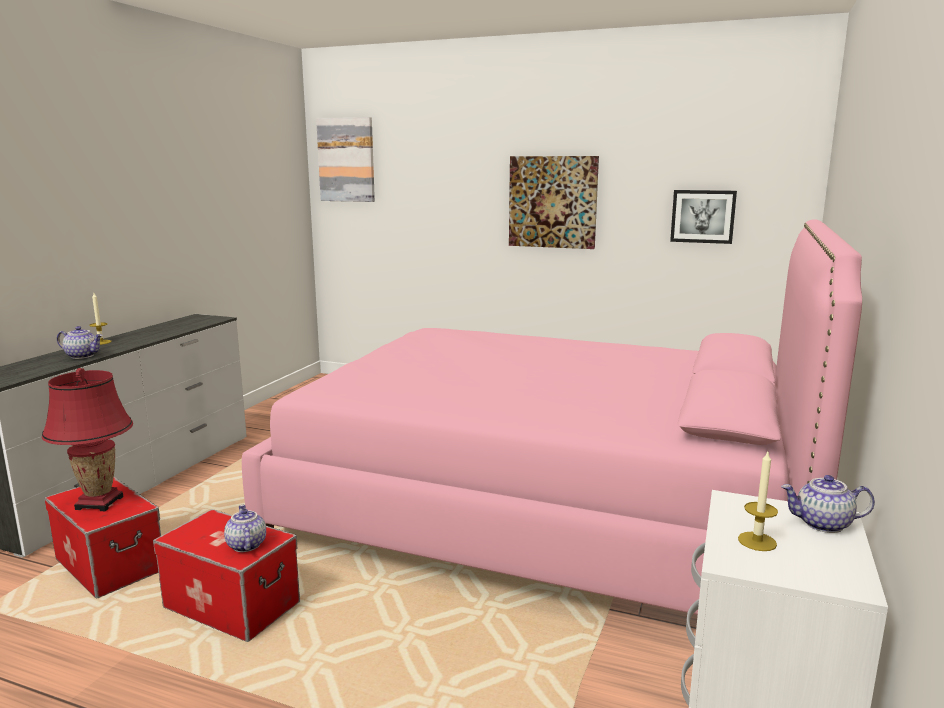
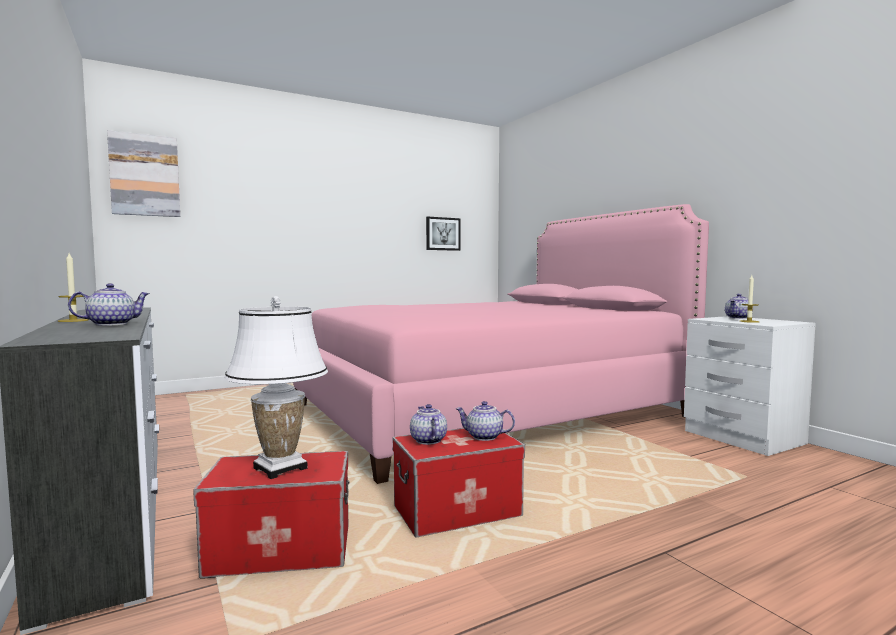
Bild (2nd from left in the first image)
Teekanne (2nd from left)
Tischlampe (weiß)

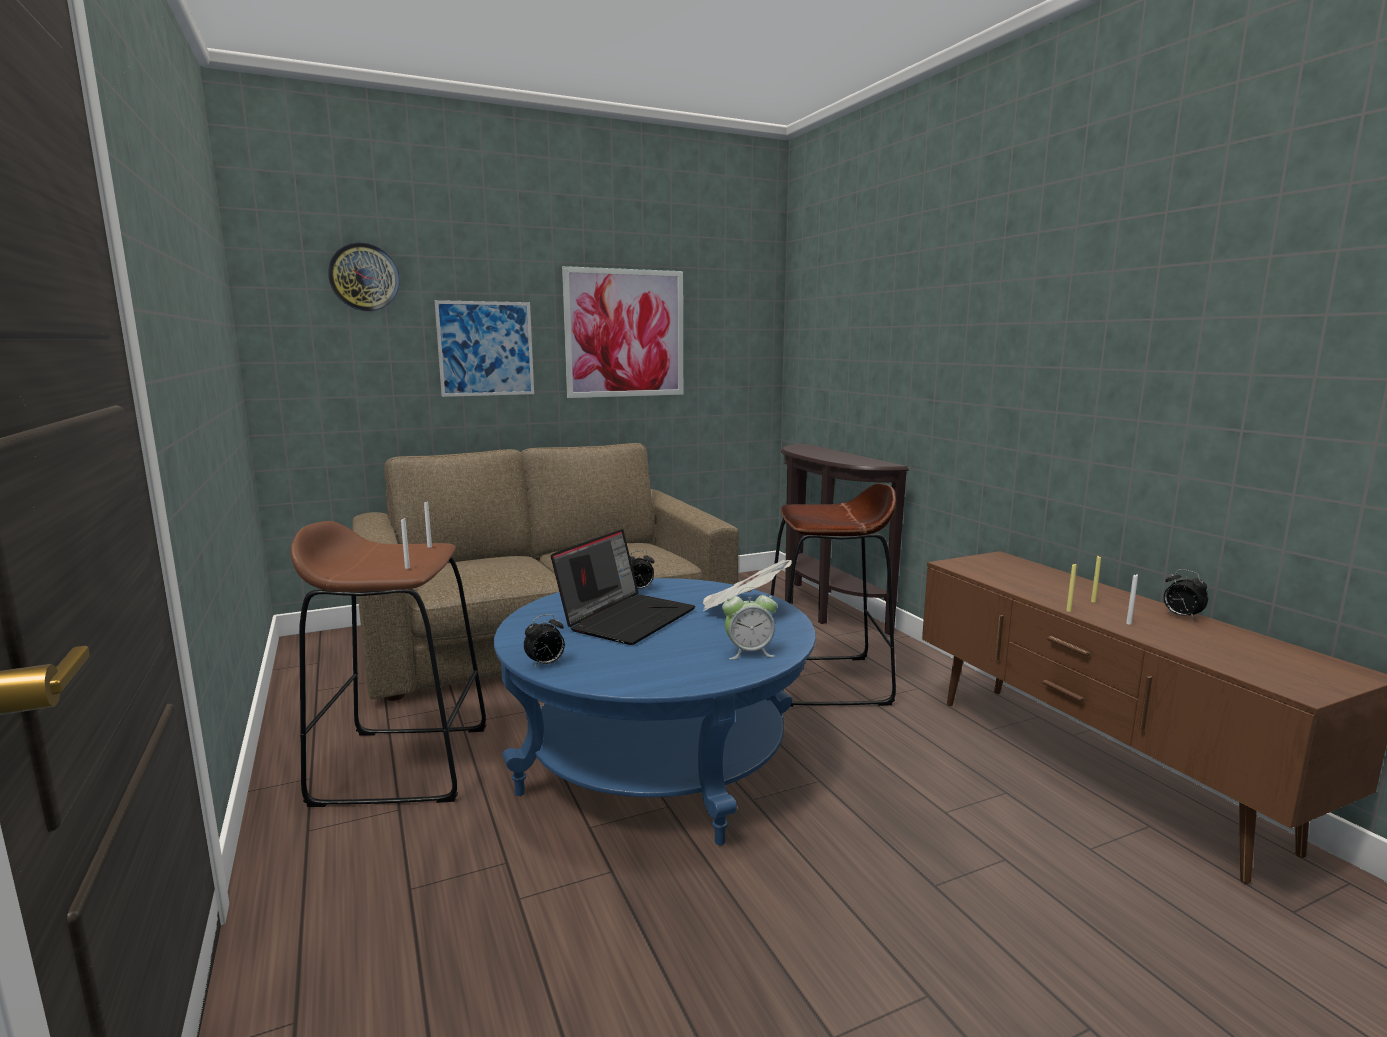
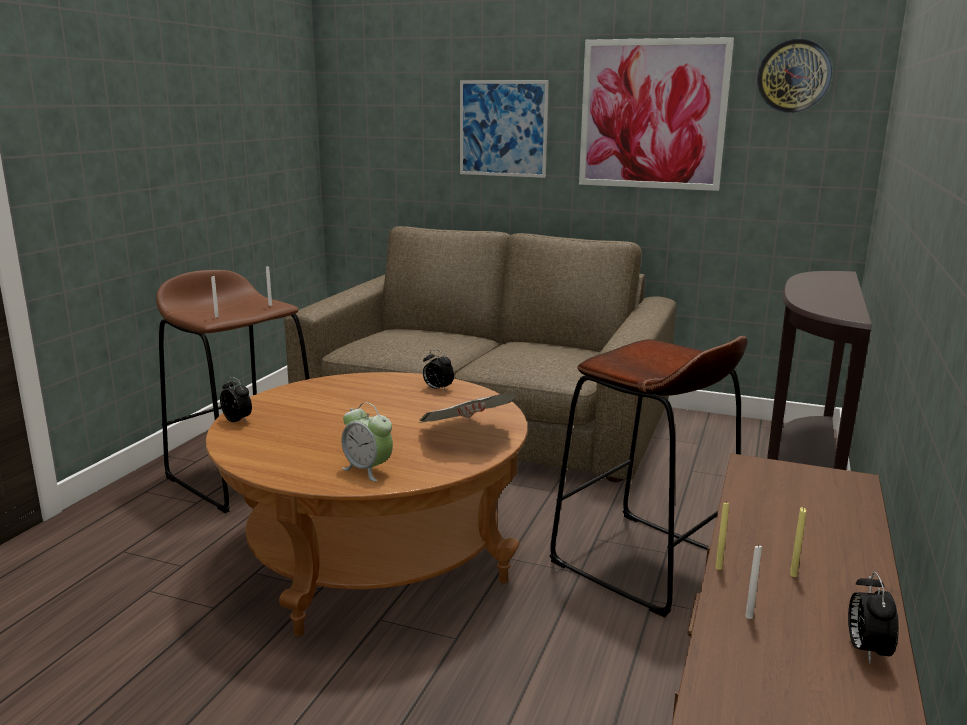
Laptop
Wanduhr
Couchtisch (braun)
Wecker (1st from left)

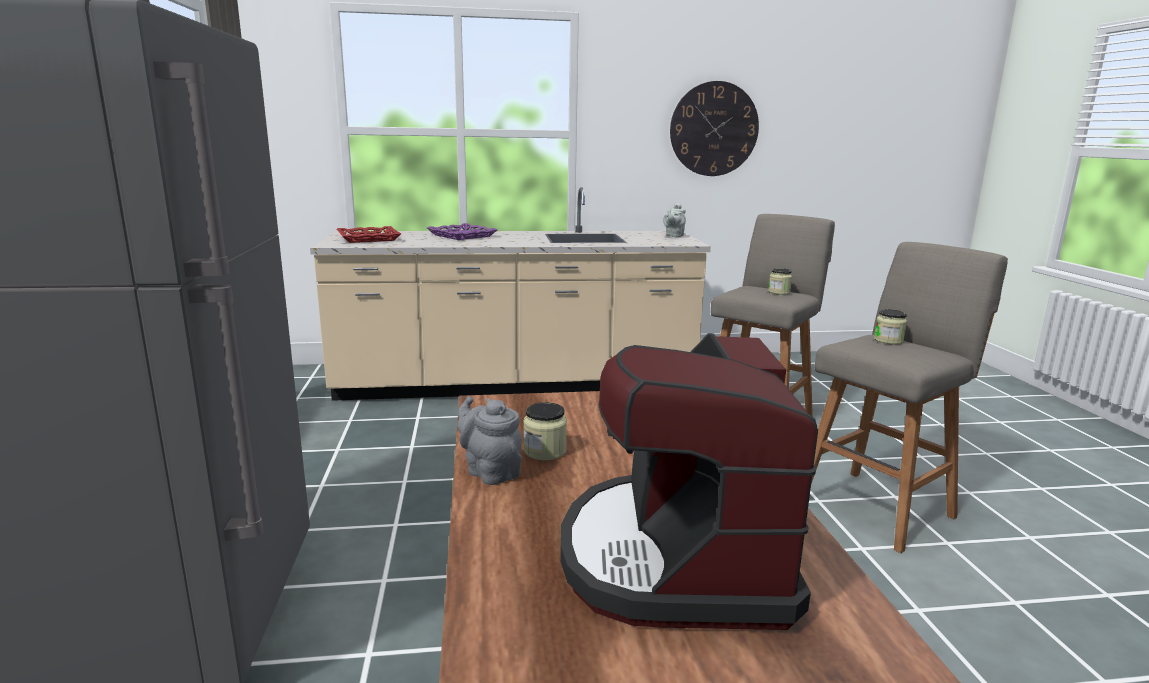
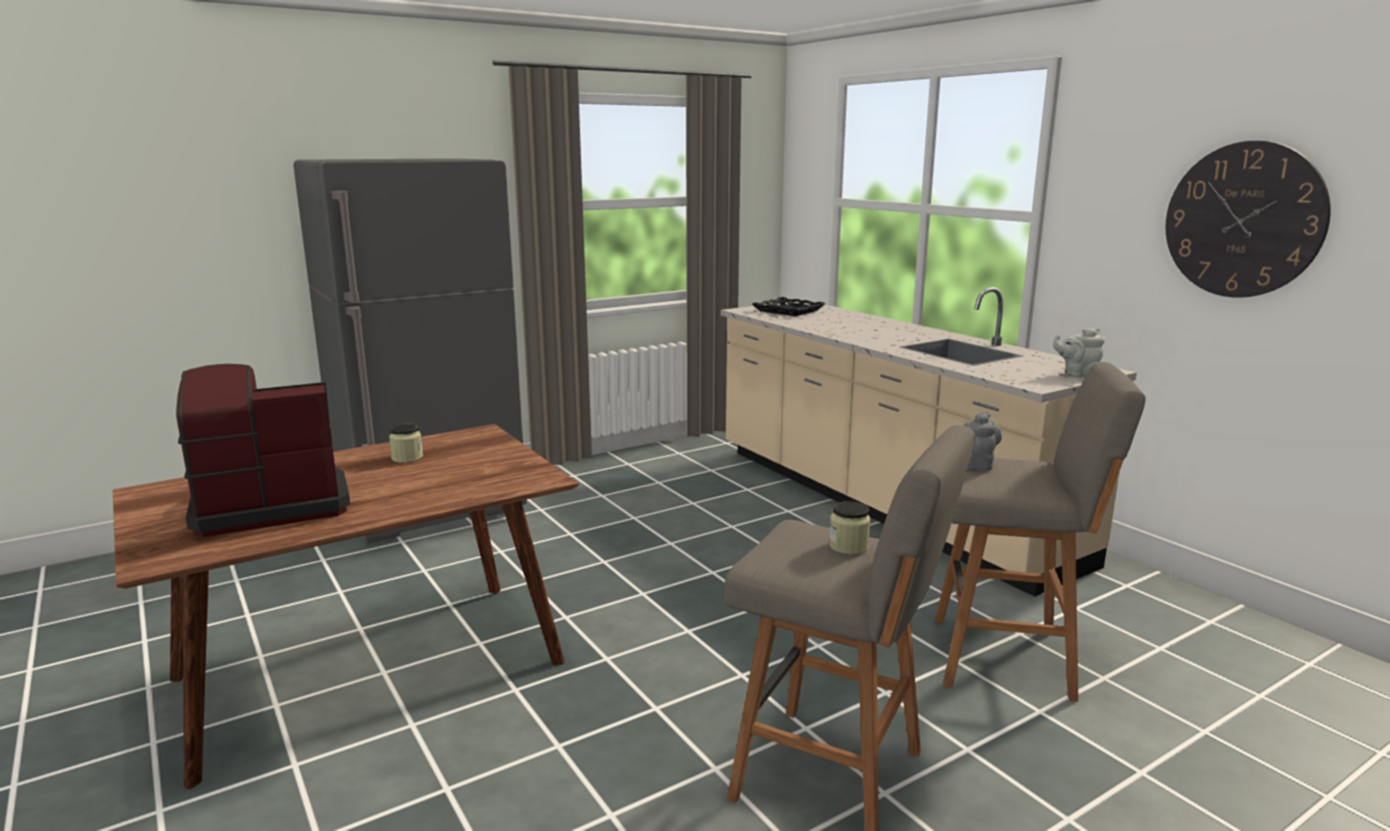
Tablett (lila)
Vorratsglas (2nd from left in the first image)
Teekanne (grau) (1st from left)
Tablett (schwarz)

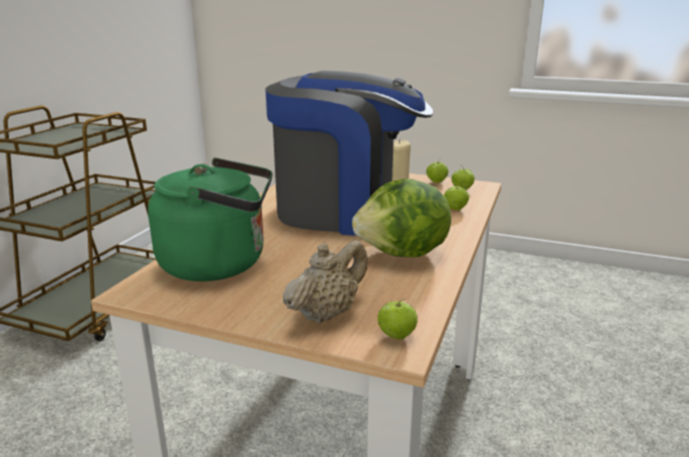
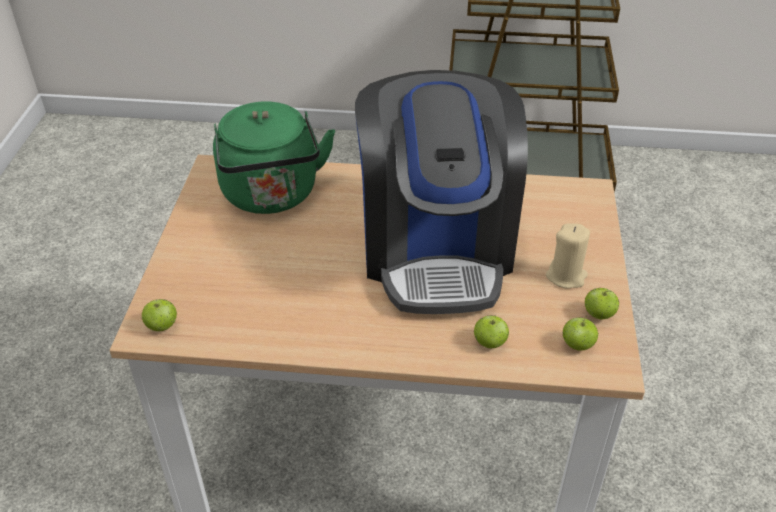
Teekanne (beige)
Salatkopf

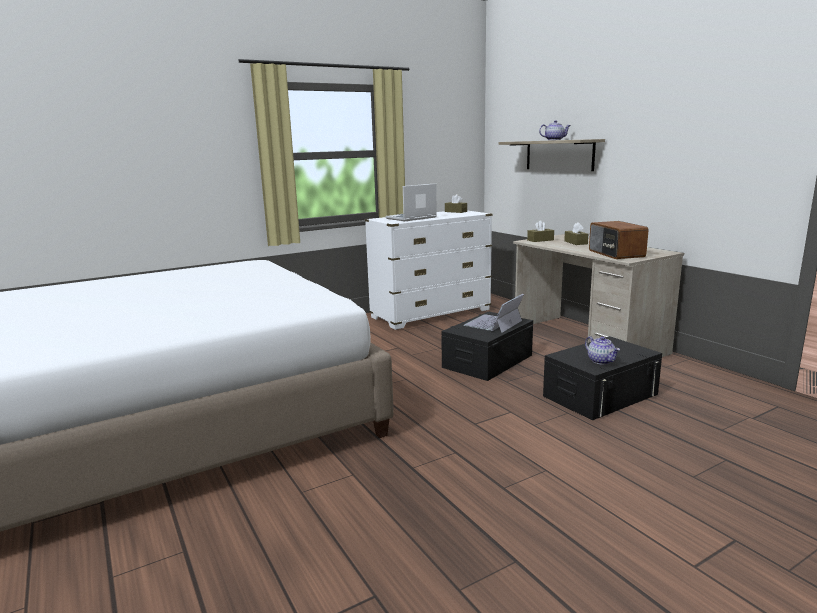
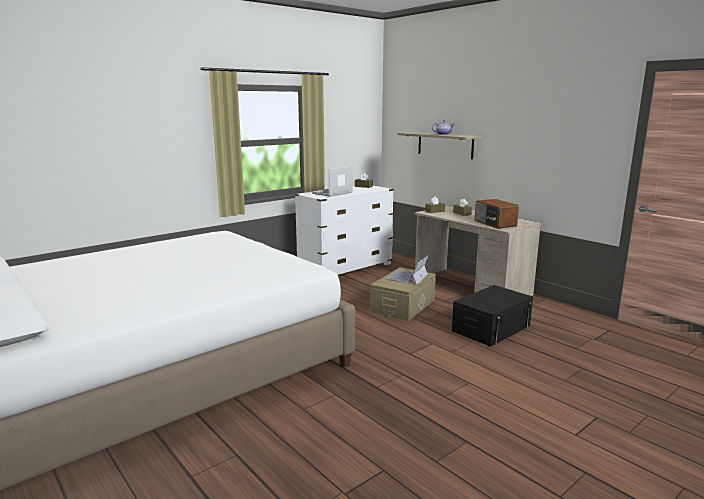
Teekanne (2nd from left in the first image)
Aufbewahrungsbox (beige)

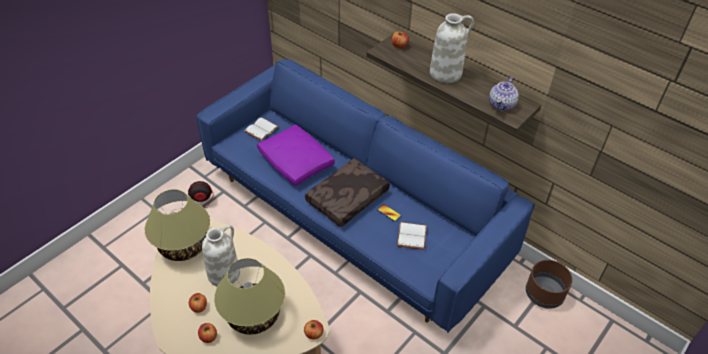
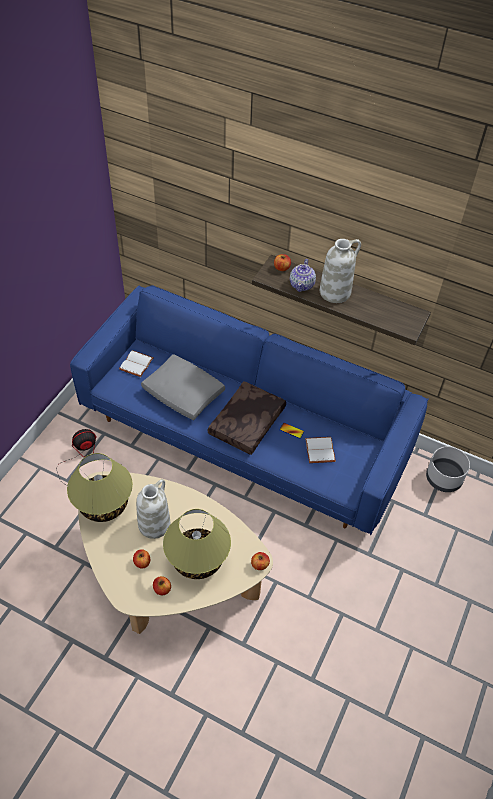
Teekanne
Kissen (grau)
Pflanzkübel (grau)

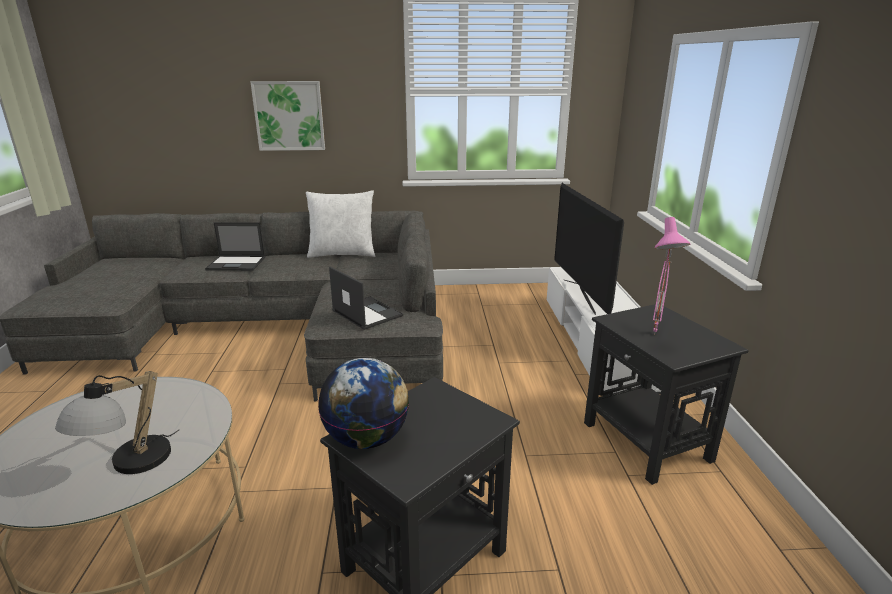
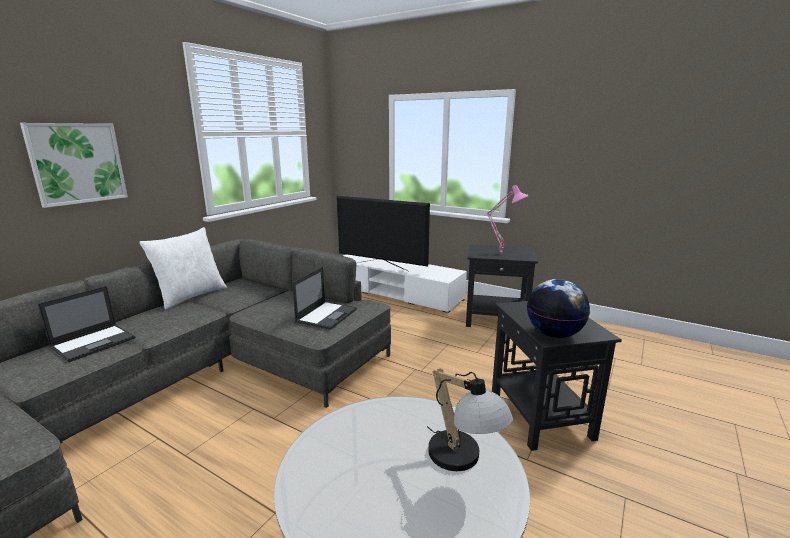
Laptop (2nd from left)

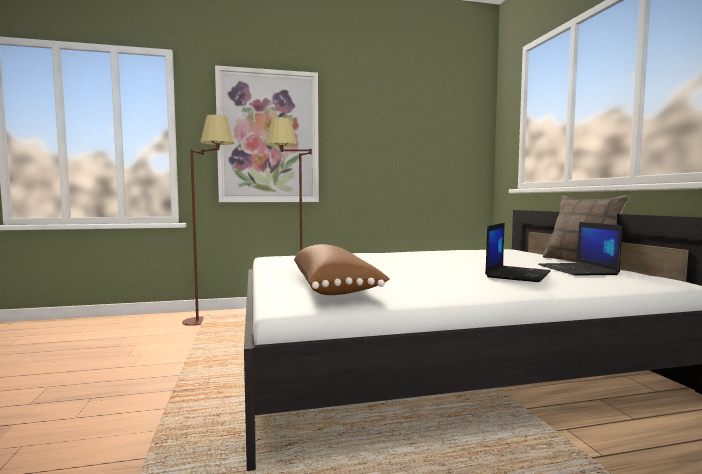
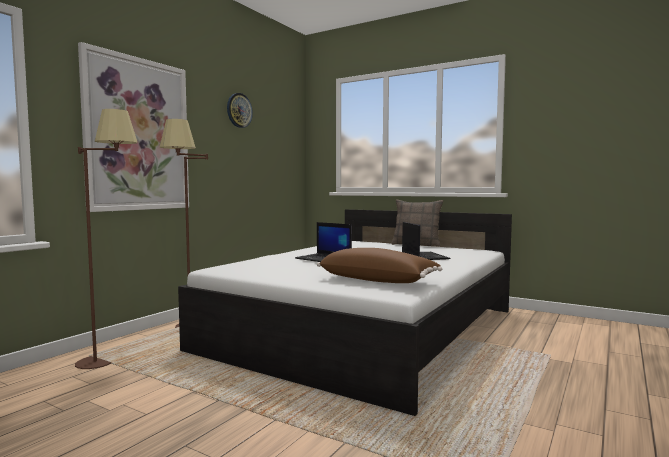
Wanduhr
Laptop (1st from left)

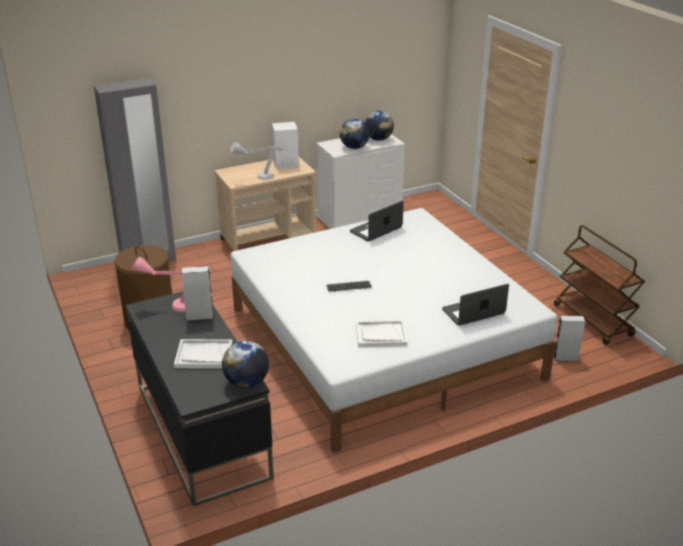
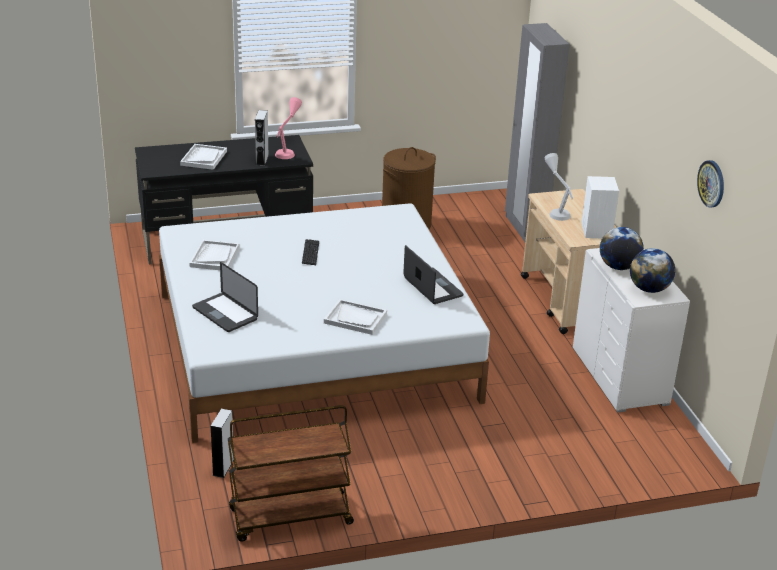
Globus (1st from left in the first image)
Tablett (weiß) (3rd from left)
Wanduhr
Laptop (1st from left)

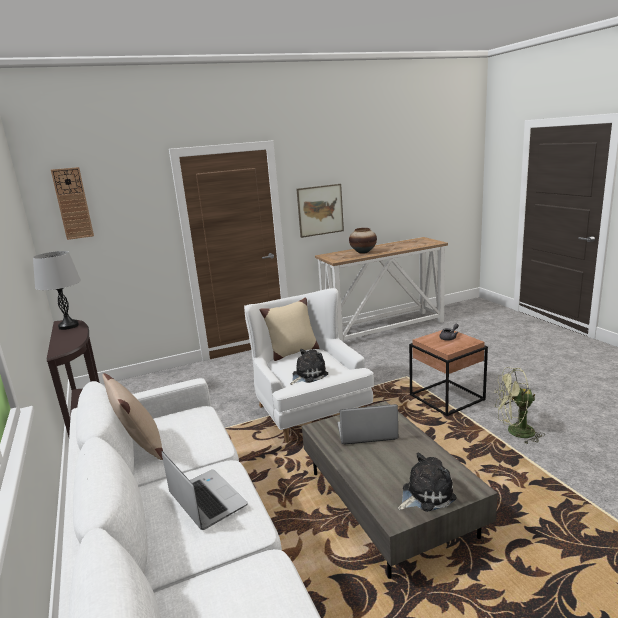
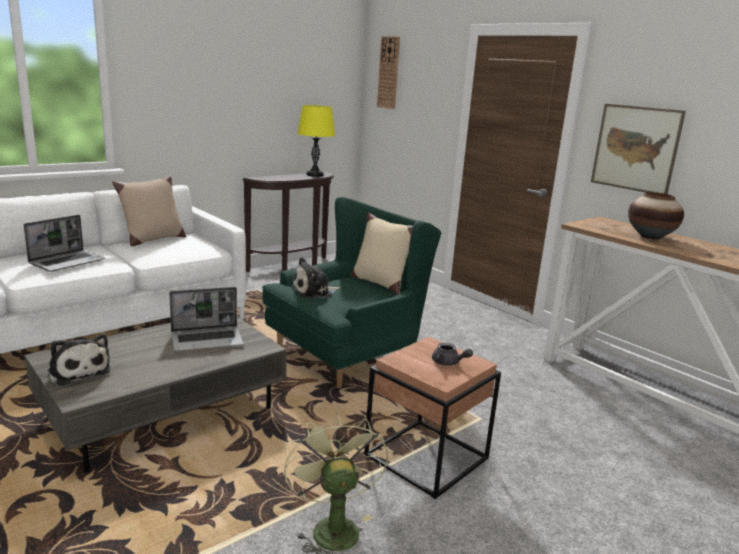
Tischlampe (gelb)
Sessel (grün)
Plüschtier (2nd from left)
Laptop (2nd from left)

